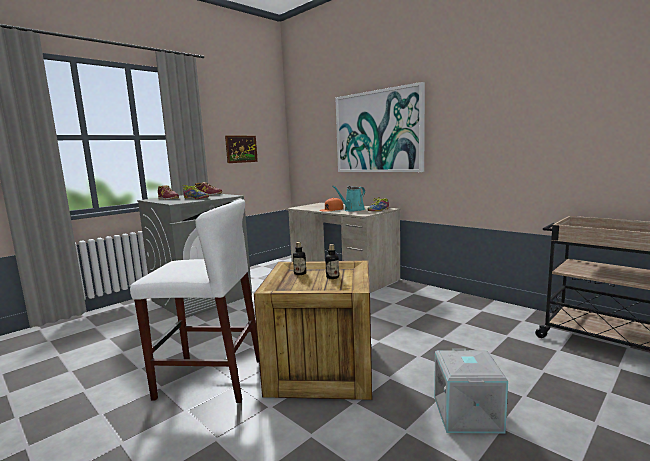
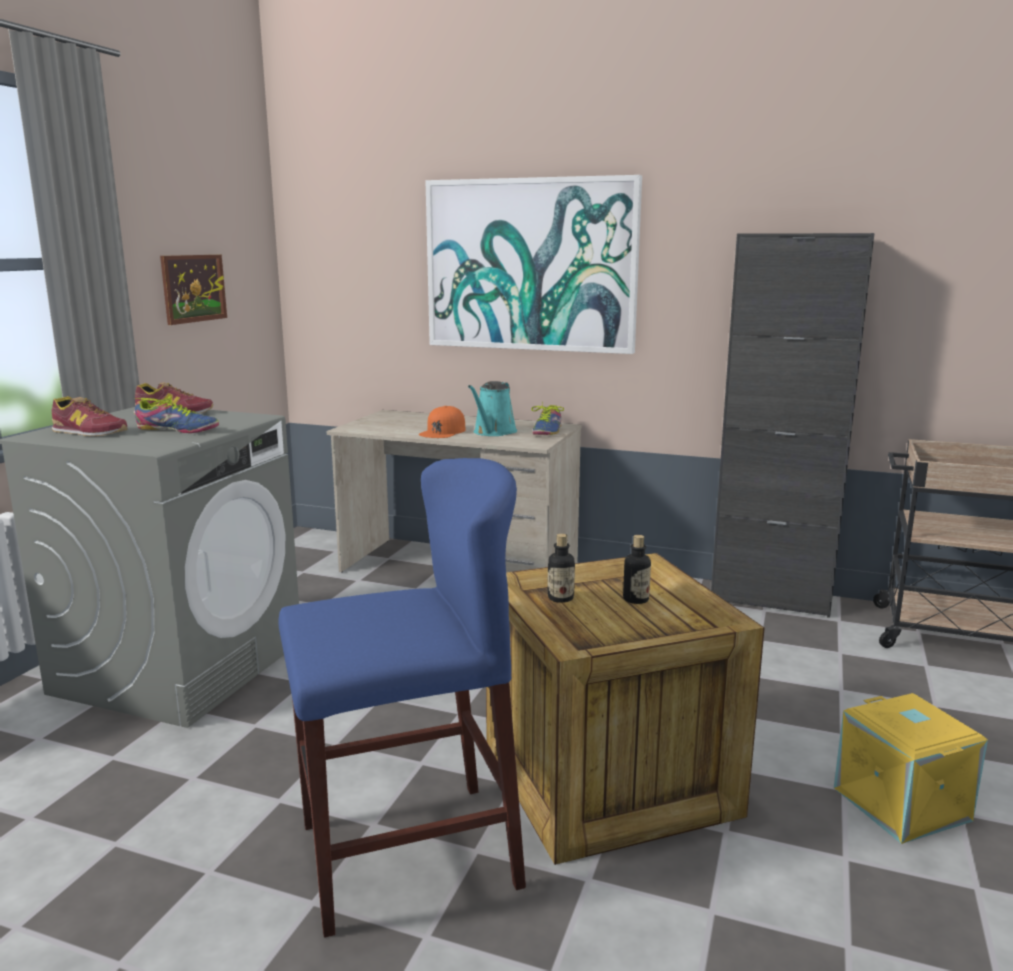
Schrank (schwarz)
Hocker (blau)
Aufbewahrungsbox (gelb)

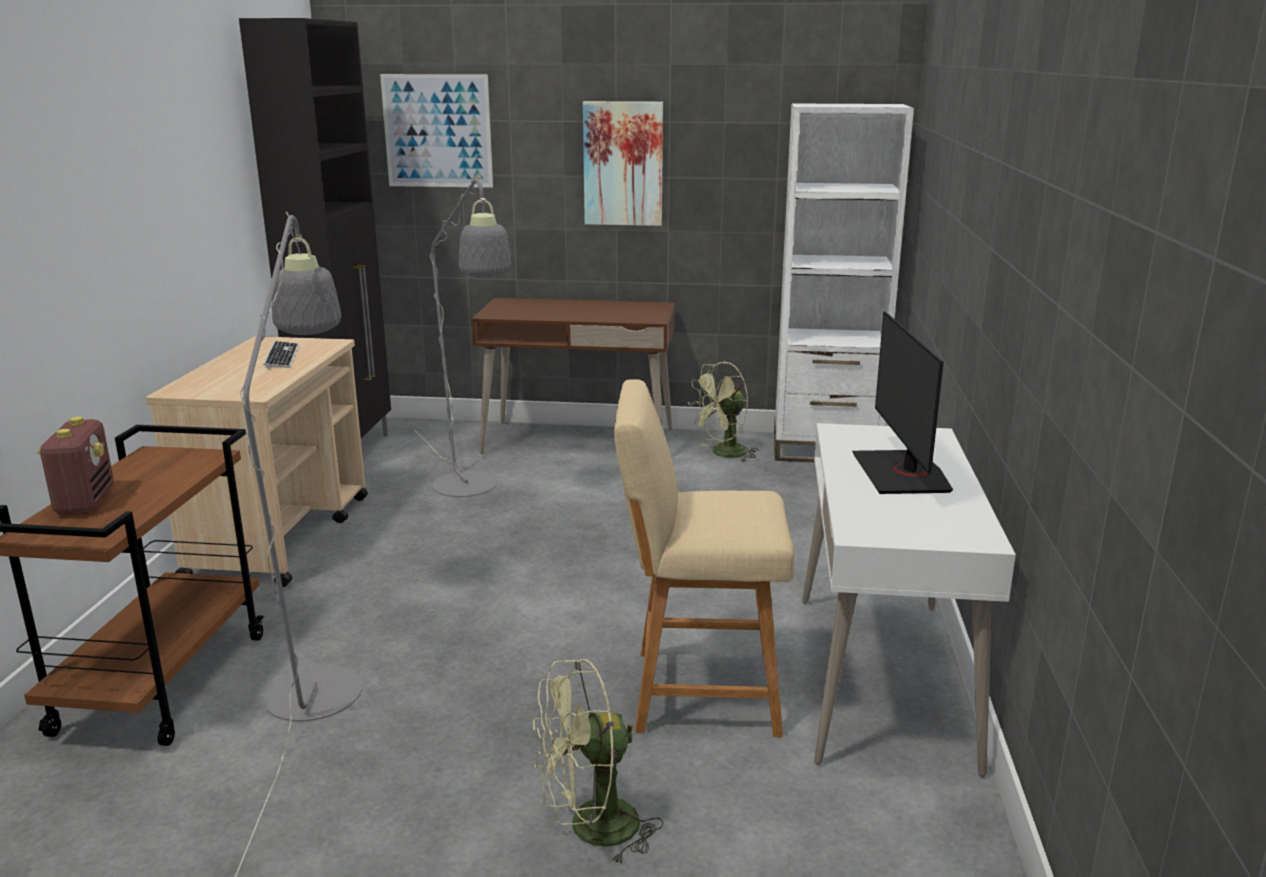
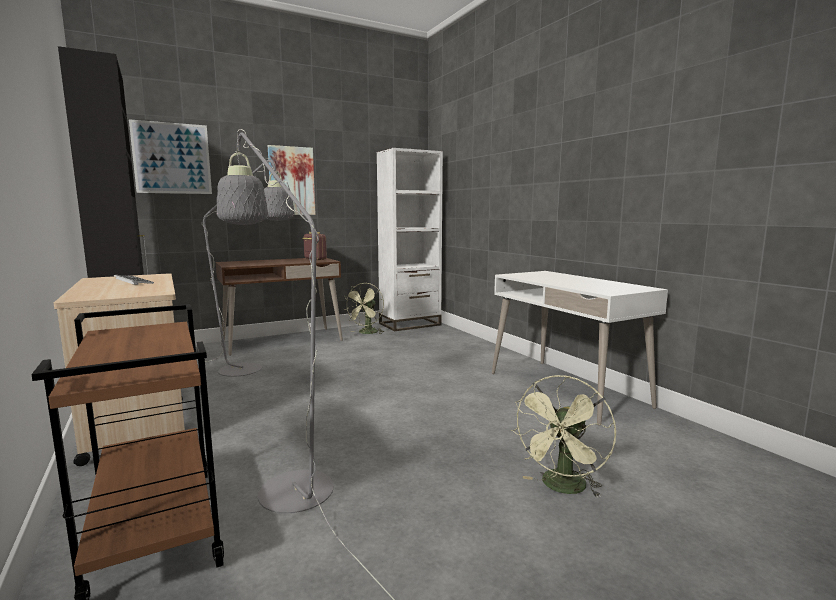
Hocker (beige)
Monitor
Radio

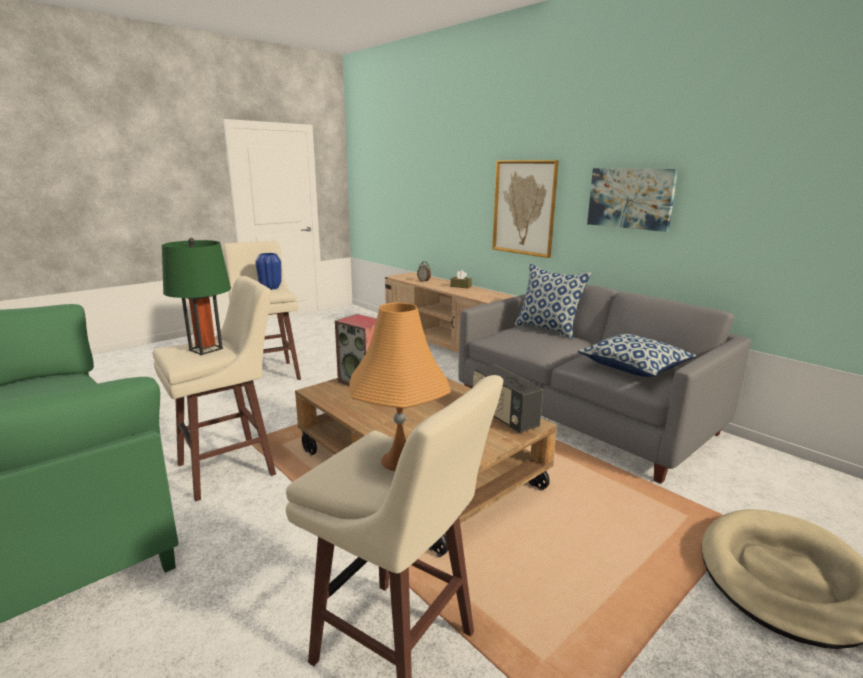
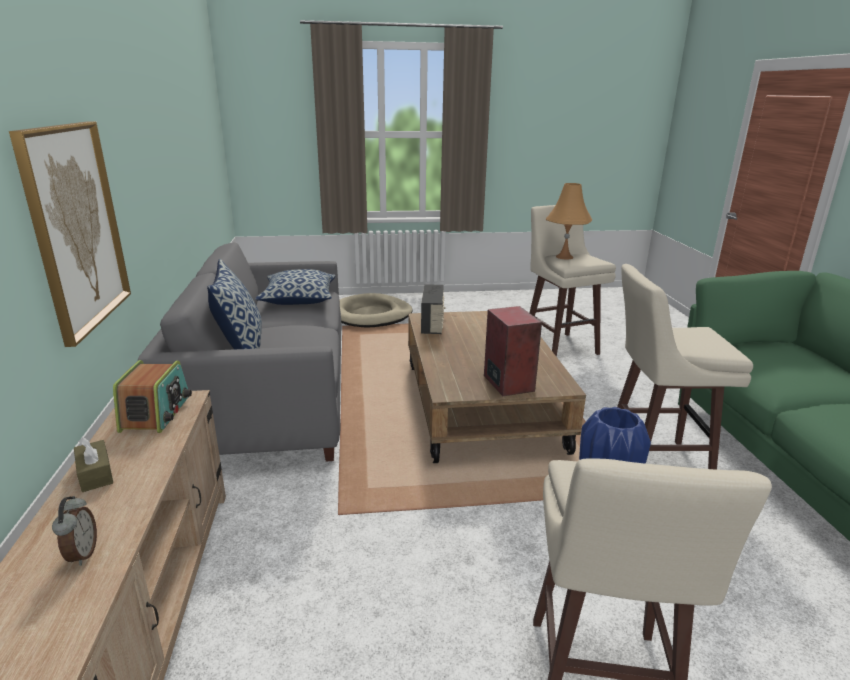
Tischlampe (grün)
Bild (2nd from left in the first image)
Radio (1st from left)

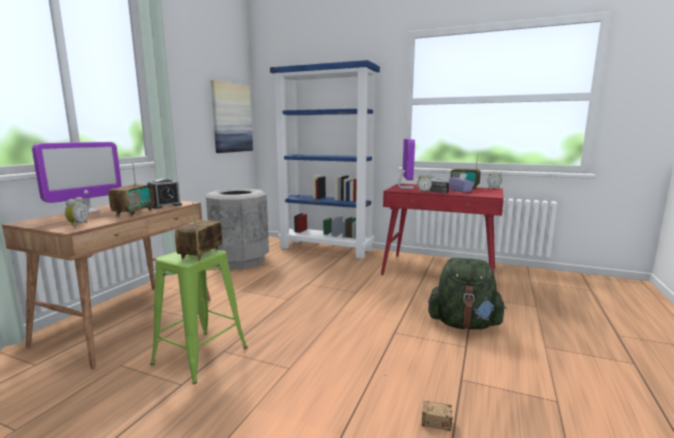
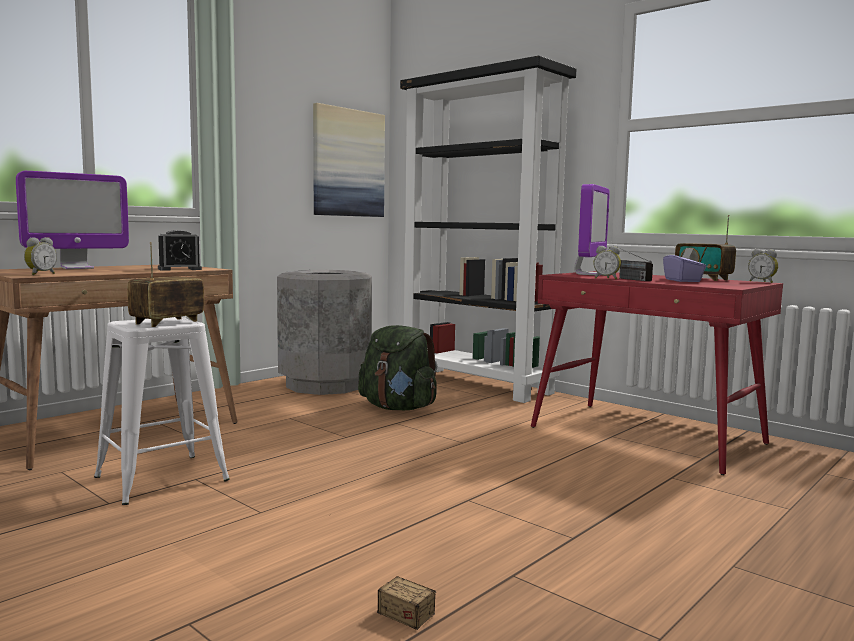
Radio (1st from left in the first image)
Rucksack (grün)
Hocker (weiß)
Bücherregal (schwarz)

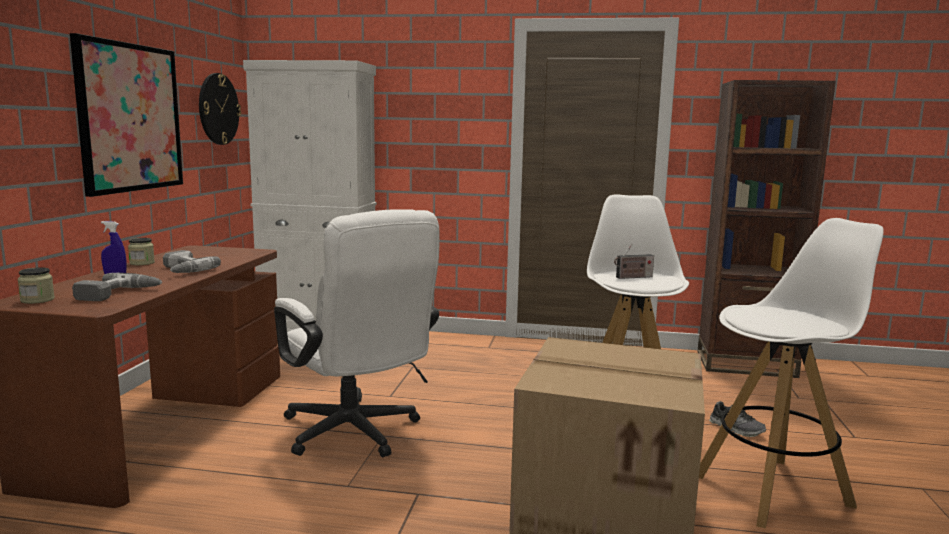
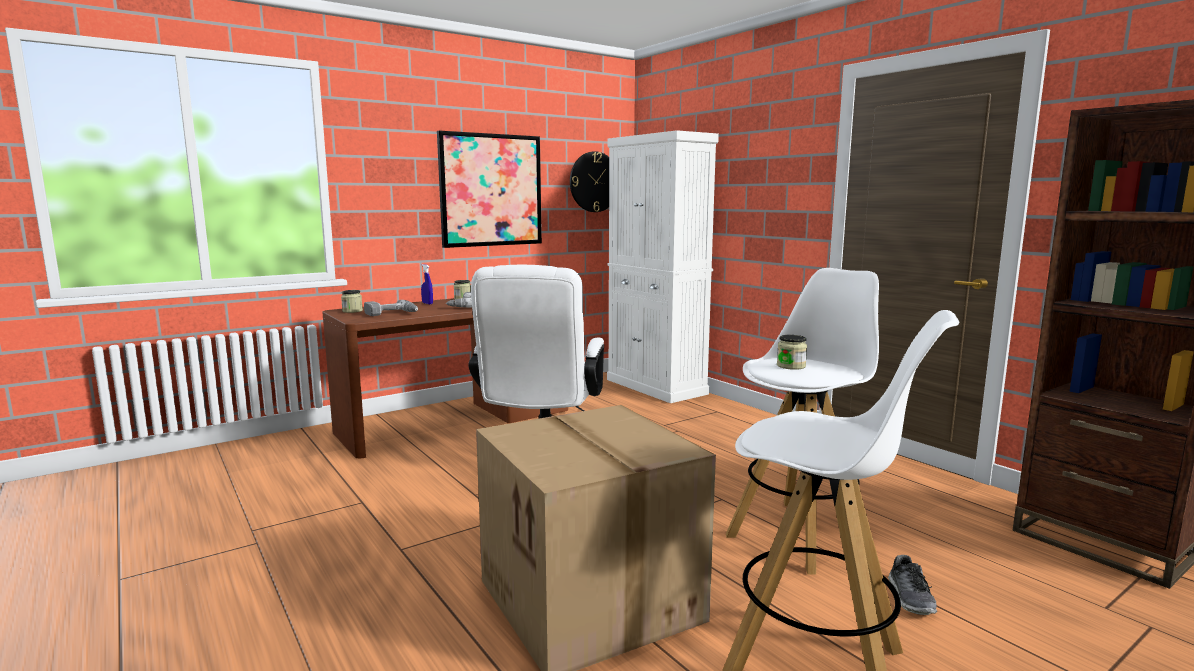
Vorratsglas (3rd from left)

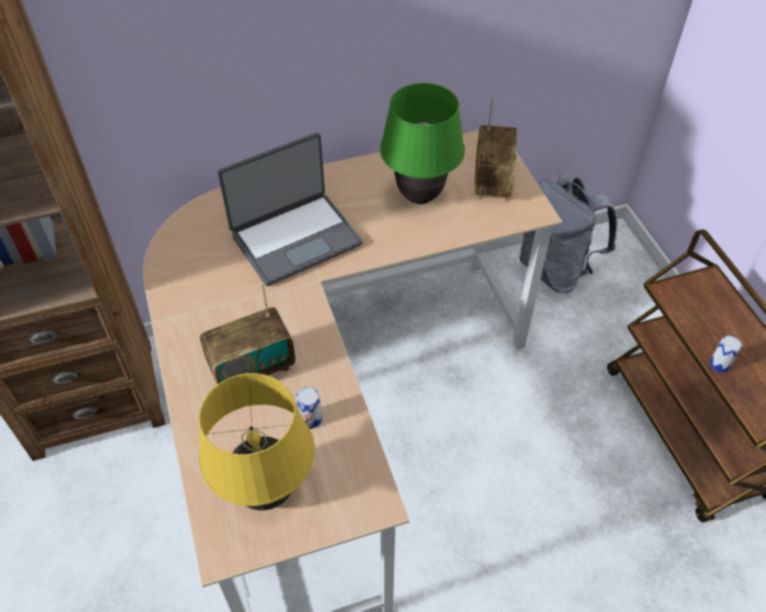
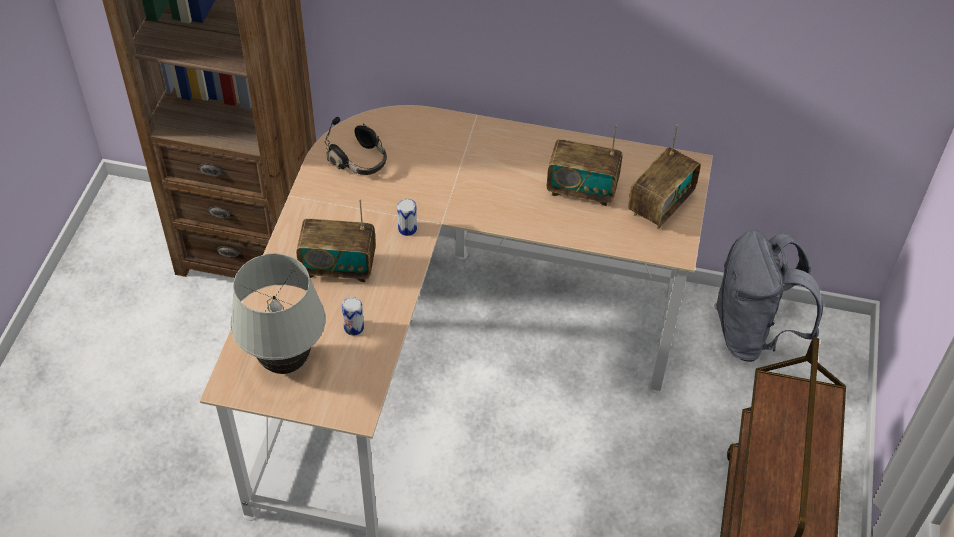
Laptop
Kopfhörer (schwarz)
Dose (2nd from left)
Radio (2nd from left)
Tischlampe (weiß)

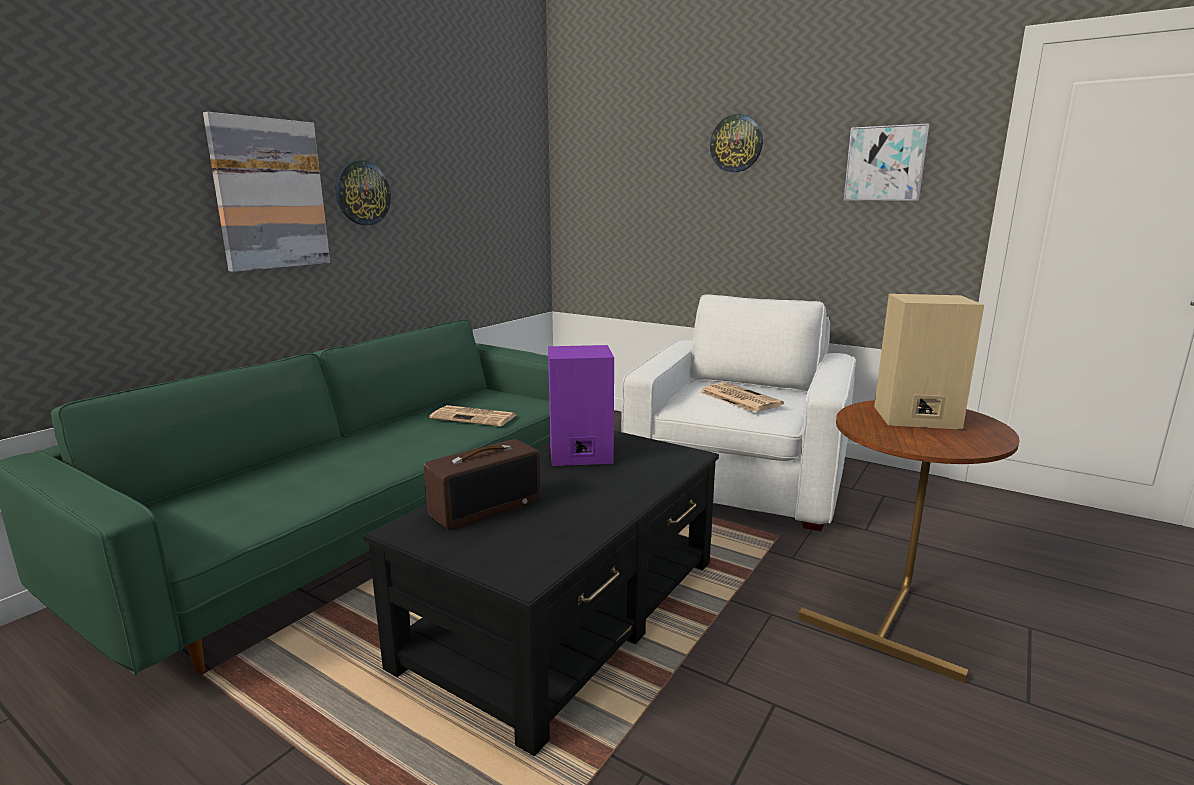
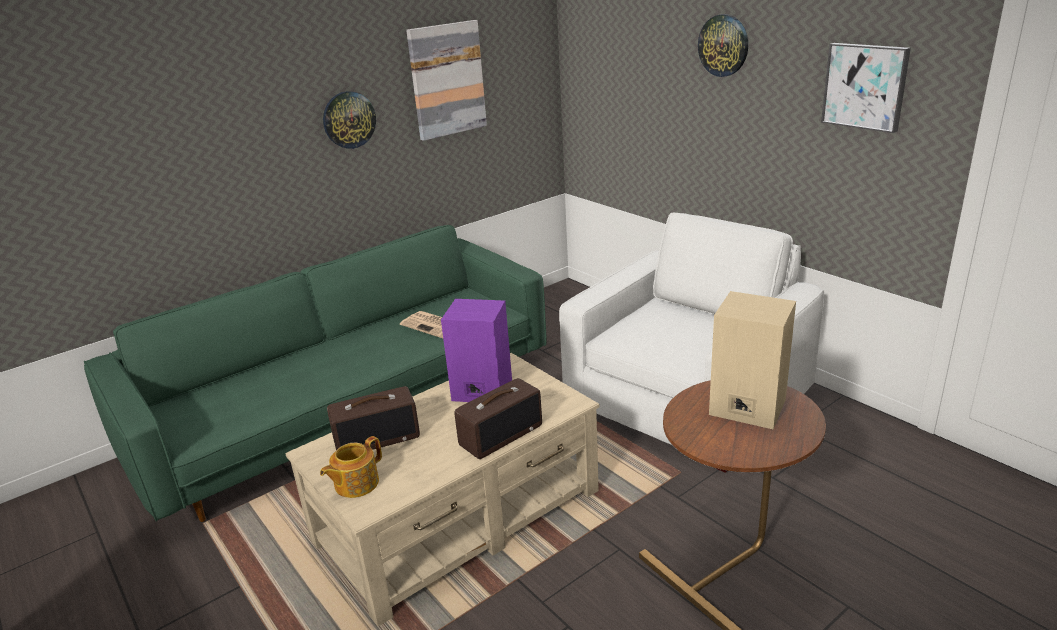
Zeitung (2nd from left in the first image)
Teekanne
Radio (2nd from left)
Bild (1st from left)
Couchtisch (beige)

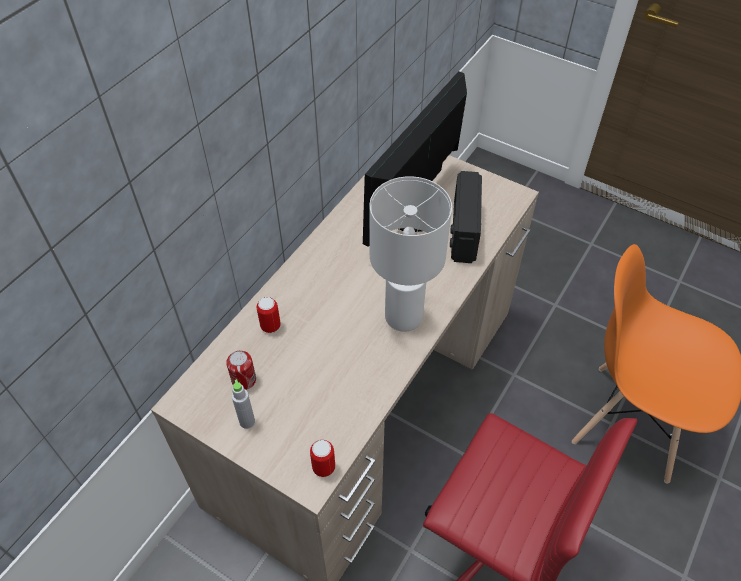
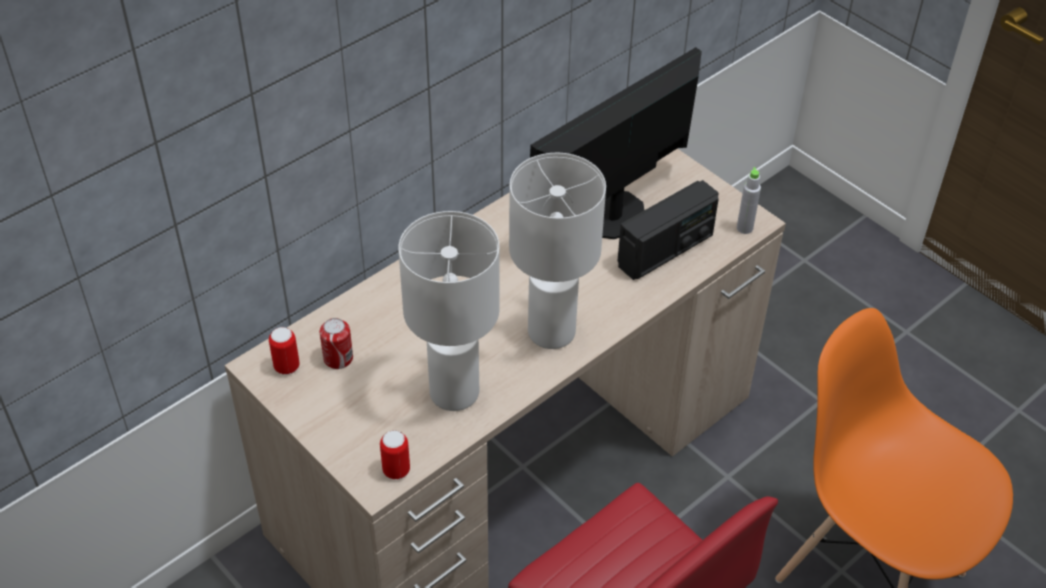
Tischlampe (weiß) (1st from left)
Flasche (grau)
Dose (1st from left)
Radio

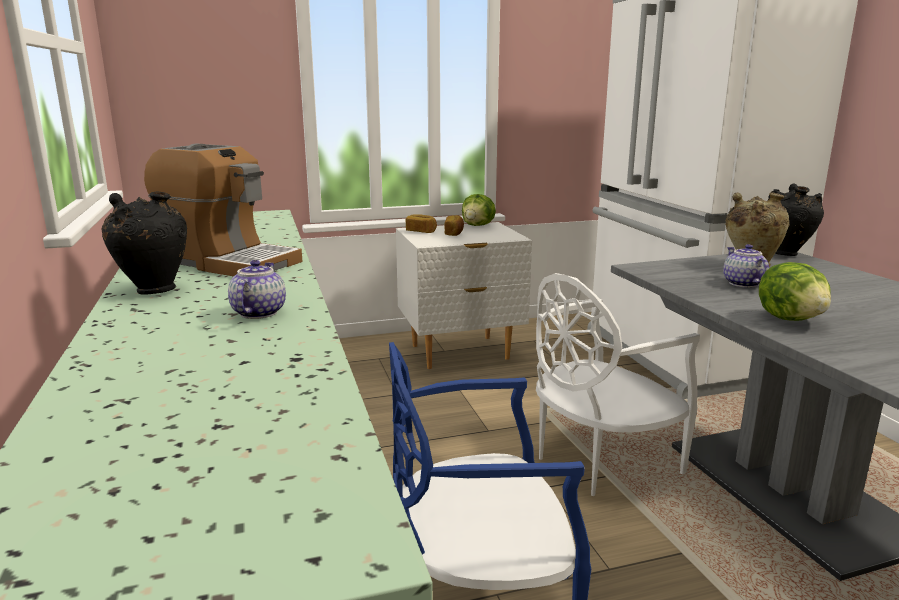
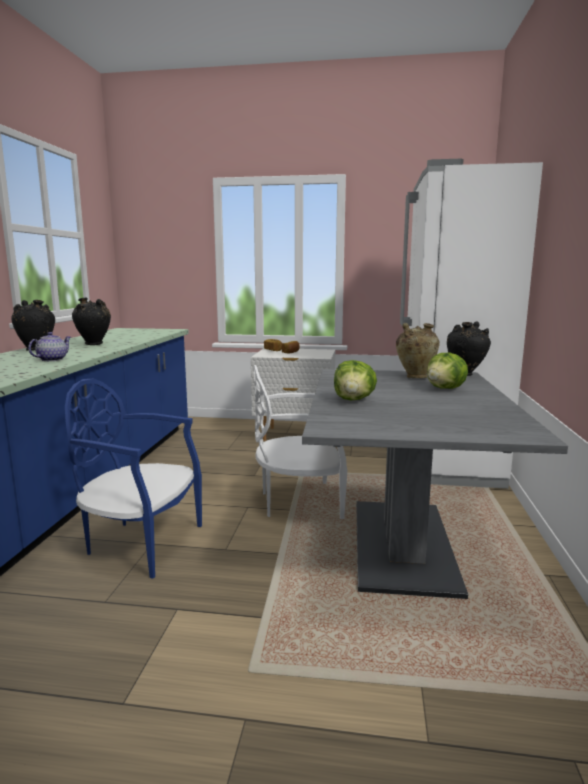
Teekanne (2nd from left in the first image)
Salatkopf (2nd from left)
Vase (schwarz) (2nd from left)

